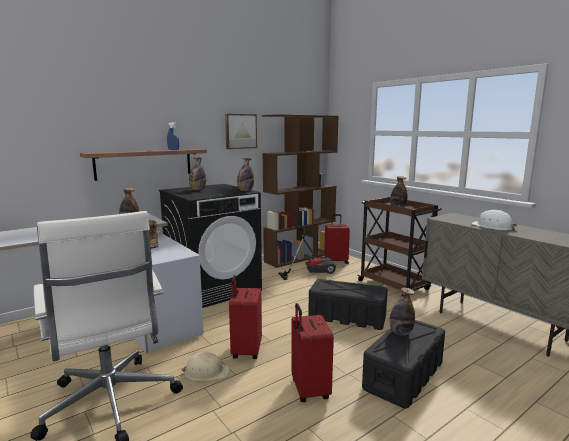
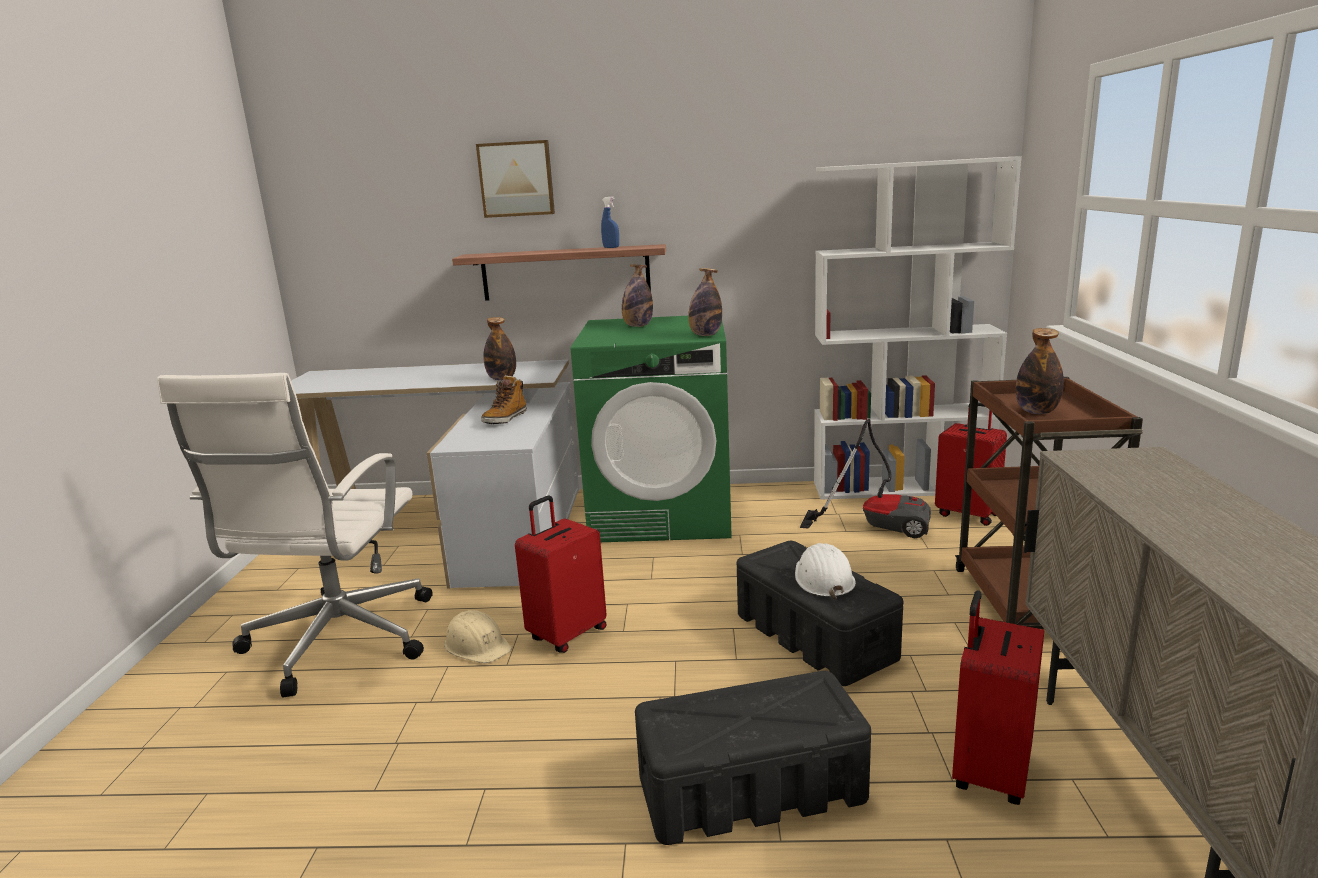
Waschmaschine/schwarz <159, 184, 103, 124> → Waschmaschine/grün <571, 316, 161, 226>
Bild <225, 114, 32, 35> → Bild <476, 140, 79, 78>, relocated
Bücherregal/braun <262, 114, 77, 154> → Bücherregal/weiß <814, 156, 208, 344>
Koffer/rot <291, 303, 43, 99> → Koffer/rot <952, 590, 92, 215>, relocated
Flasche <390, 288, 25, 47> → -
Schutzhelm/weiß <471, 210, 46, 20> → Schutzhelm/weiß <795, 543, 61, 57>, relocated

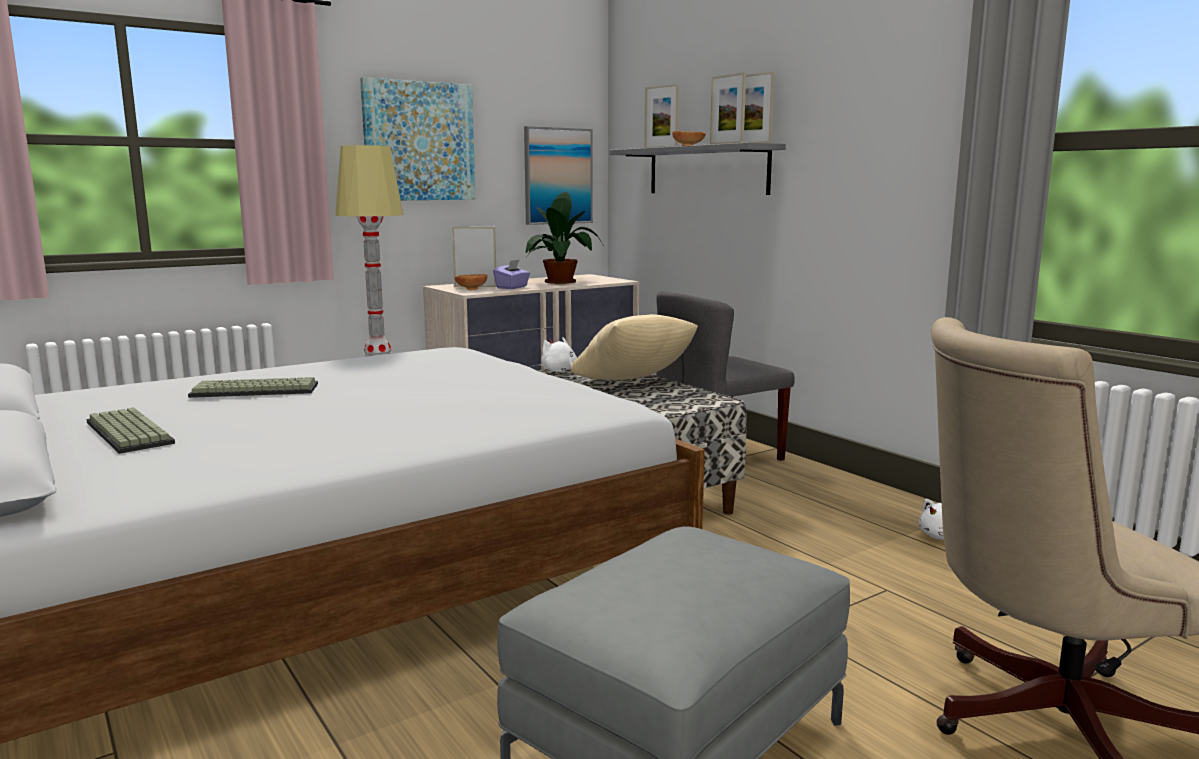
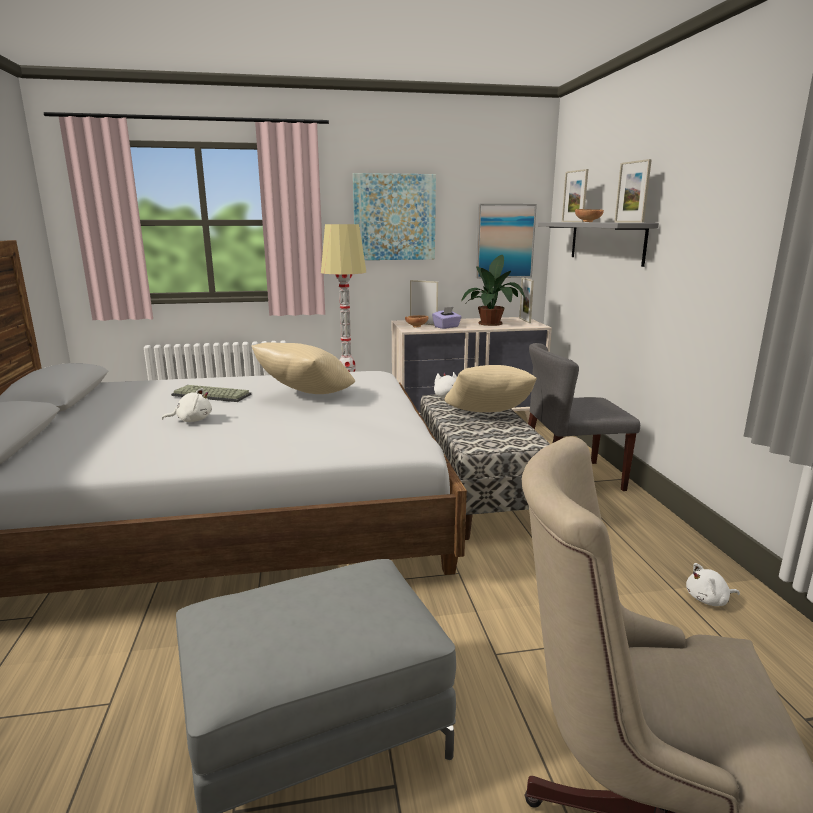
Tastatur <86, 408, 89, 46> → -
Bilderrahmen <710, 72, 36, 72> → Bilderrahmen <519, 277, 15, 46>, relocated
- → Plüschtier/weiß <162, 388, 50, 34>
- → Kissen/beige <251, 342, 104, 52>

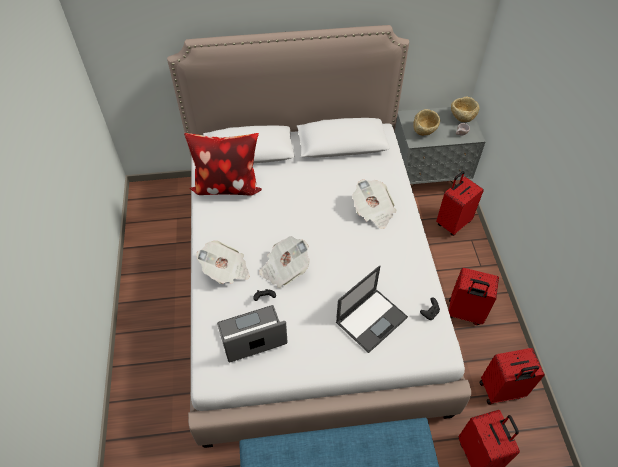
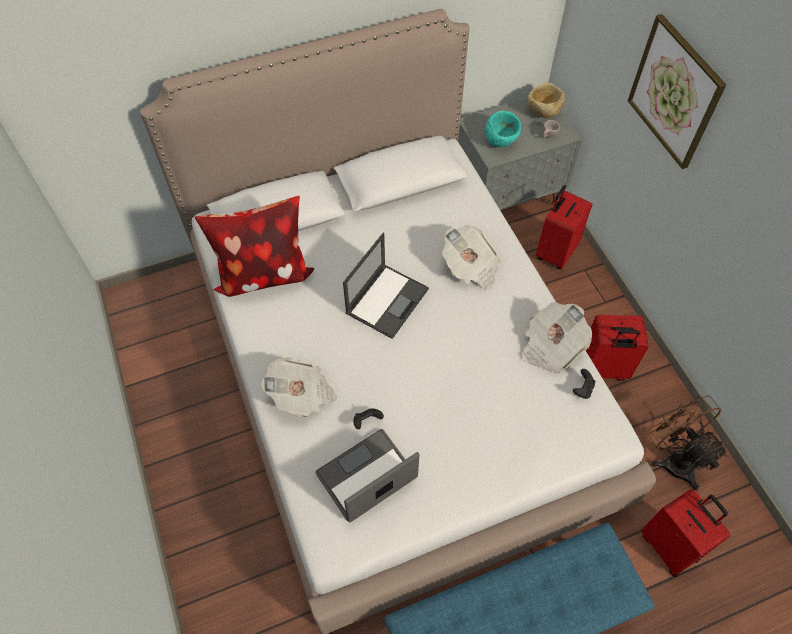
Zeitung <259, 236, 51, 52> → Zeitung <521, 302, 71, 72>, relocated
Laptop <336, 265, 72, 88> → Laptop <343, 233, 86, 106>, relocated
Schüssel/beige <413, 109, 27, 27> → Schüssel/türkis <486, 111, 35, 37>
Koffer/rot <479, 348, 66, 57> → Ventilator/braun <649, 395, 78, 96>
- → Bild <627, 14, 99, 155>

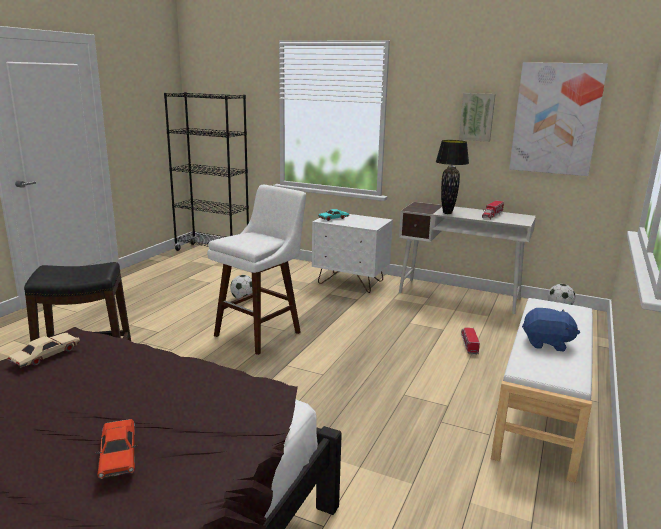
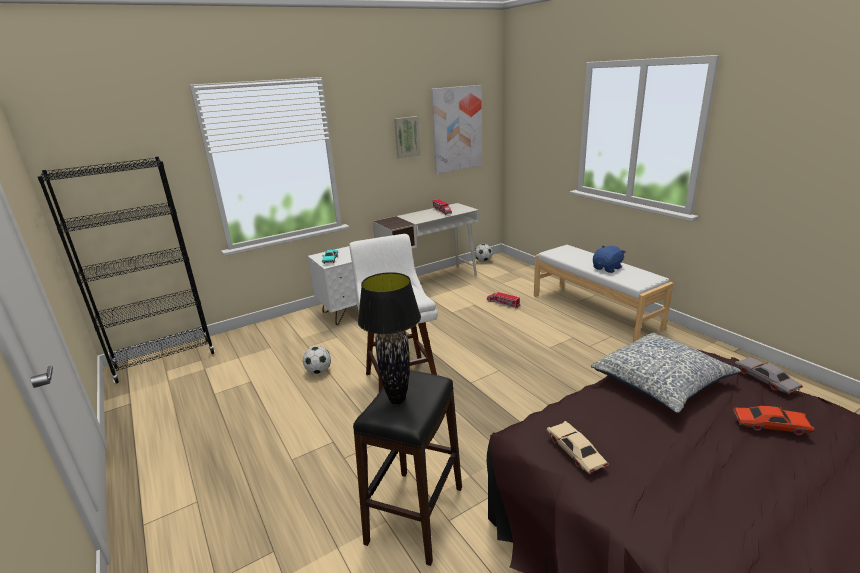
Tischlampe/schwarz <436, 140, 33, 74> → Tischlampe/schwarz <358, 272, 63, 132>, relocated
- → Kissen <591, 332, 150, 81>
- → Spielzeugauto/grau <735, 357, 68, 38>

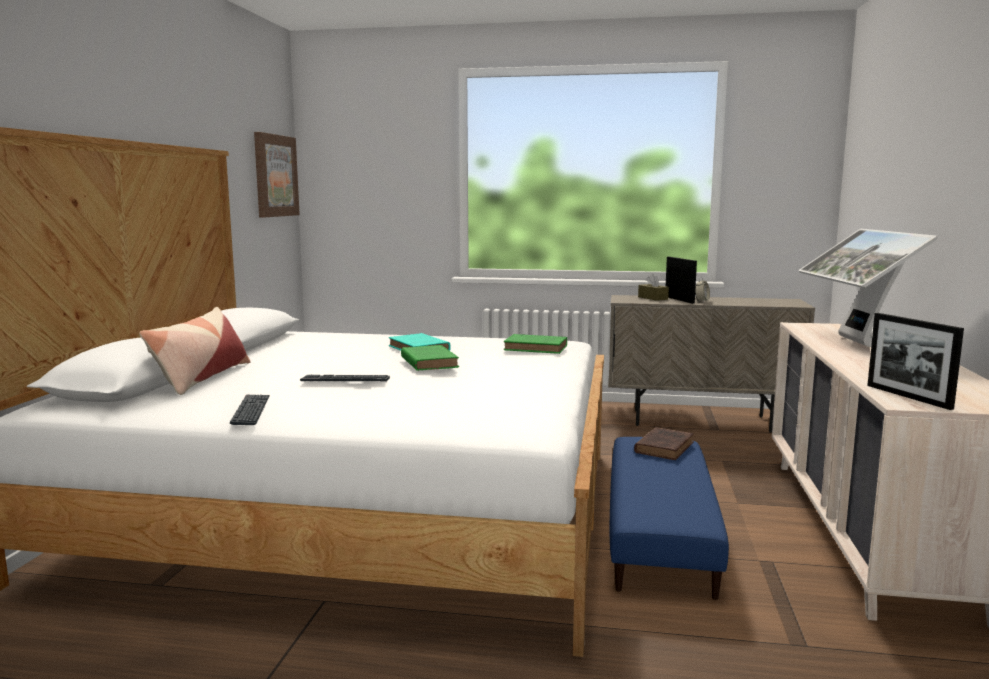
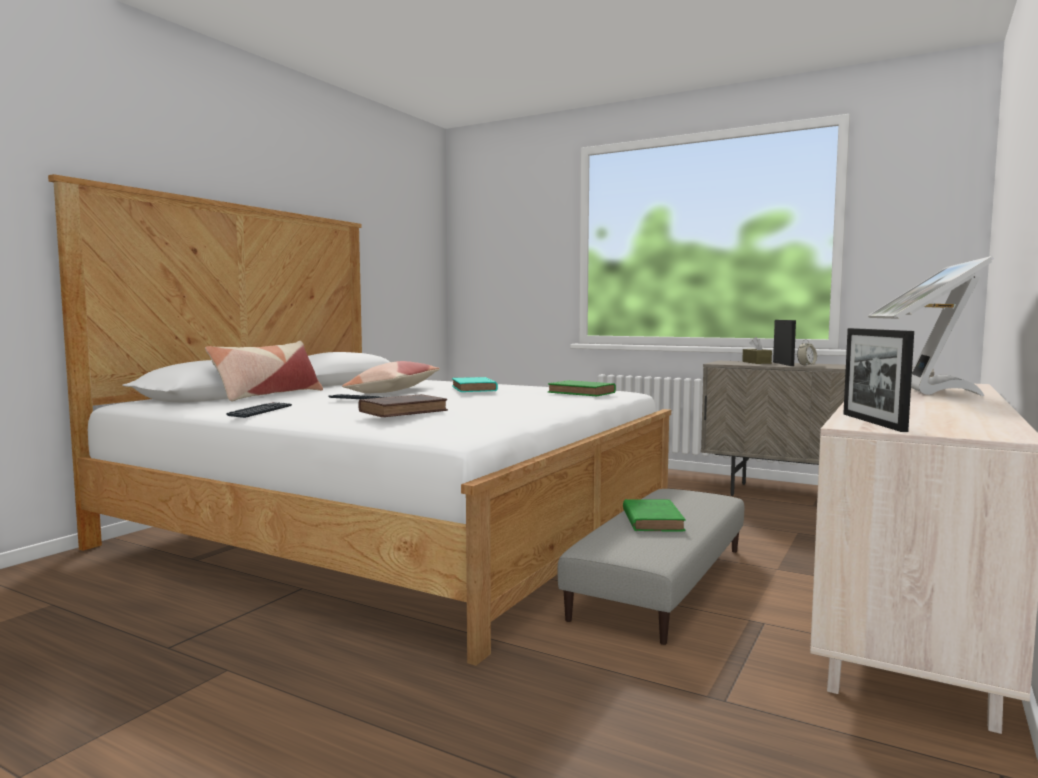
Bild <254, 132, 46, 85> → -
Buch/grün <401, 345, 58, 26> → Buch/grün <623, 499, 63, 33>, relocated
Polsterhocker/blau <610, 437, 119, 163> → Polsterhocker/grau <558, 489, 186, 156>
Buch/braun <634, 427, 60, 33> → Buch/braun <359, 394, 89, 23>, relocated
- → Kissen <342, 361, 98, 32>

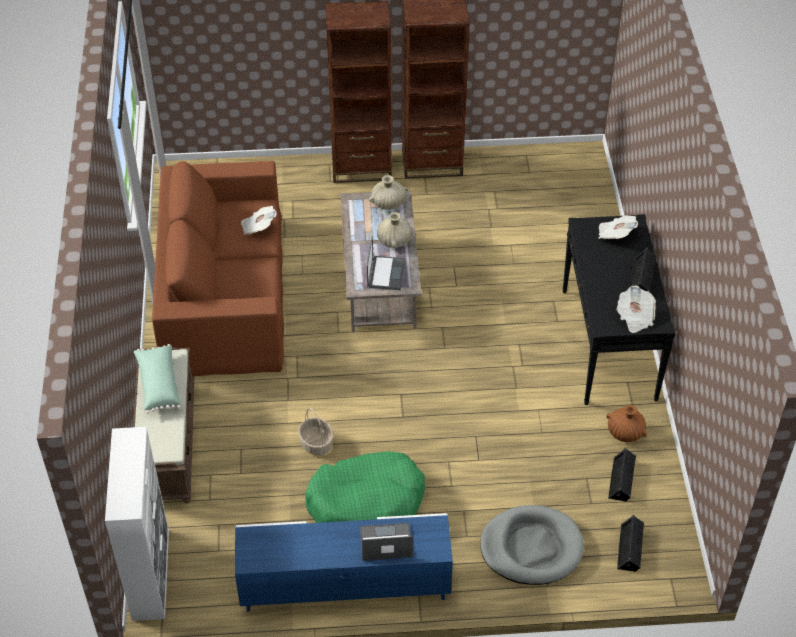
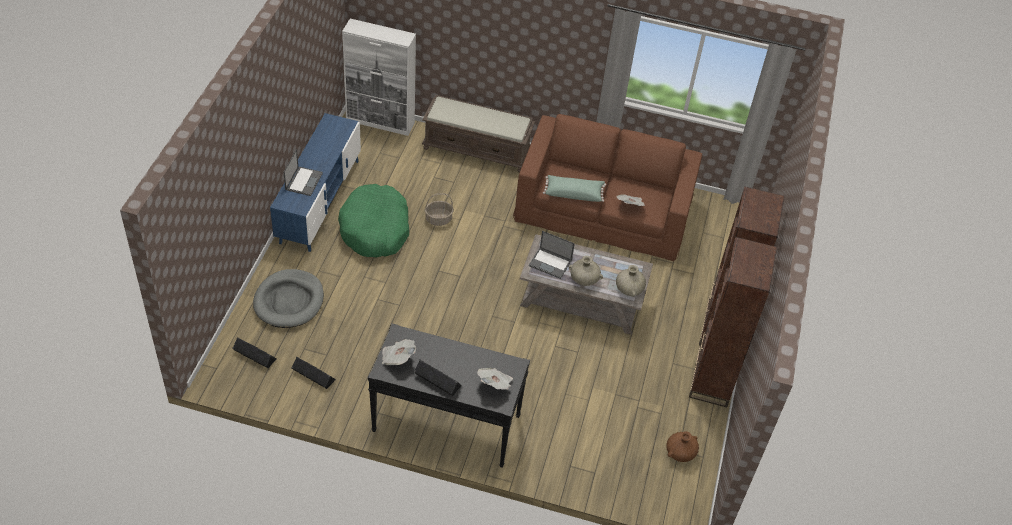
Kissen/grün <134, 344, 47, 69> → Kissen/grün <543, 175, 63, 27>, relocated
Vase/braun <607, 405, 40, 37> → Vase/braun <666, 431, 33, 31>, relocated

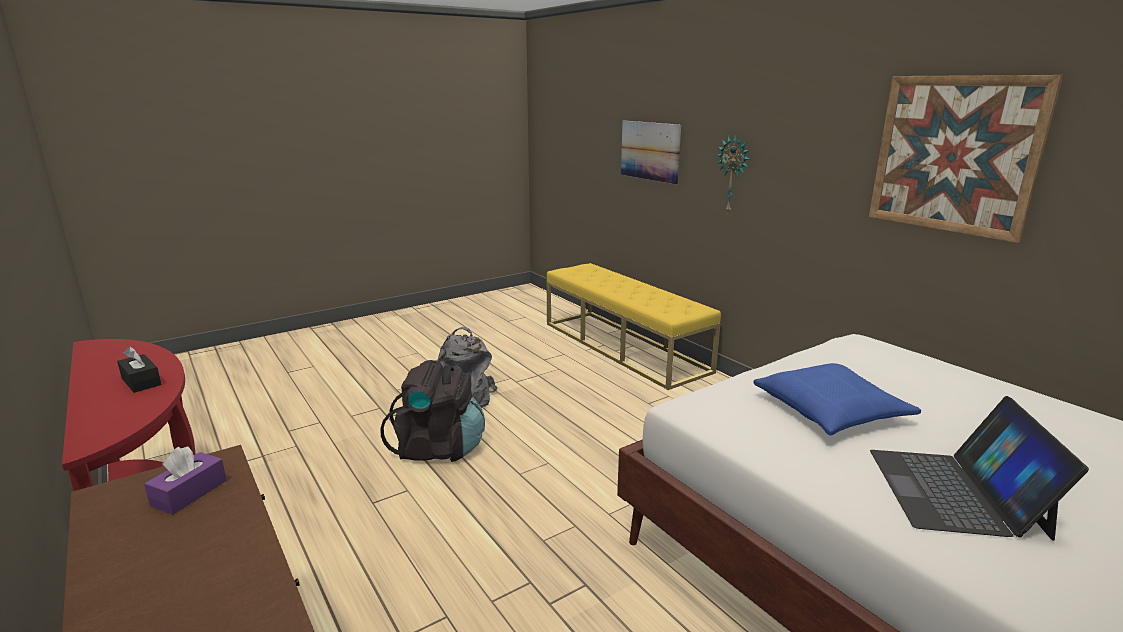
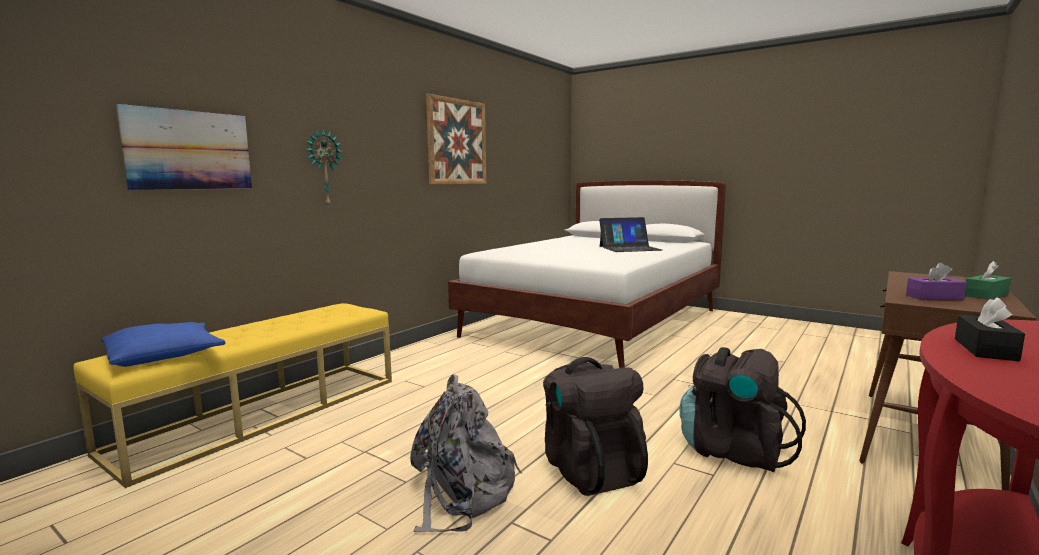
Kissen/blau <753, 363, 168, 72> → Kissen/blau <101, 322, 124, 45>, relocated
- → Rucksack/schwarz <680, 347, 126, 125>
- → Taschentuchbox/grün <965, 261, 46, 39>

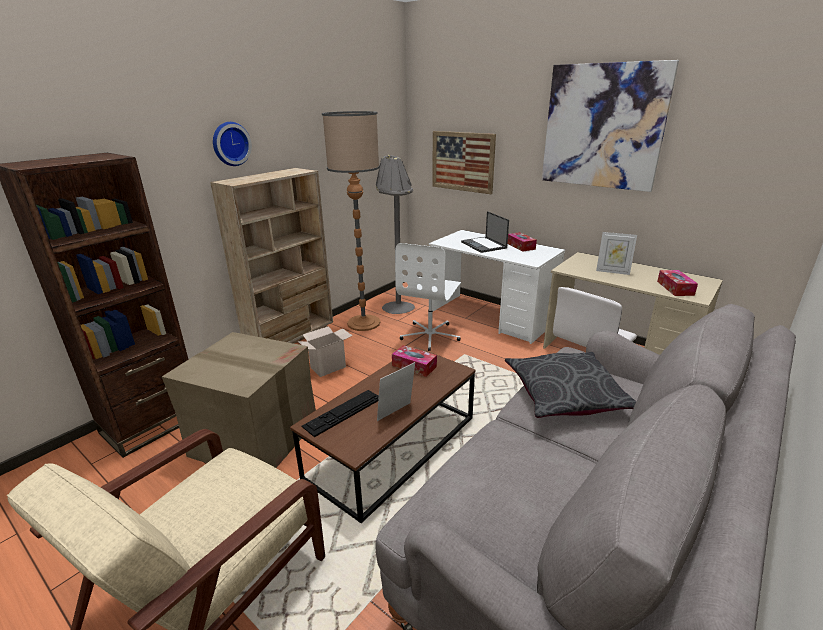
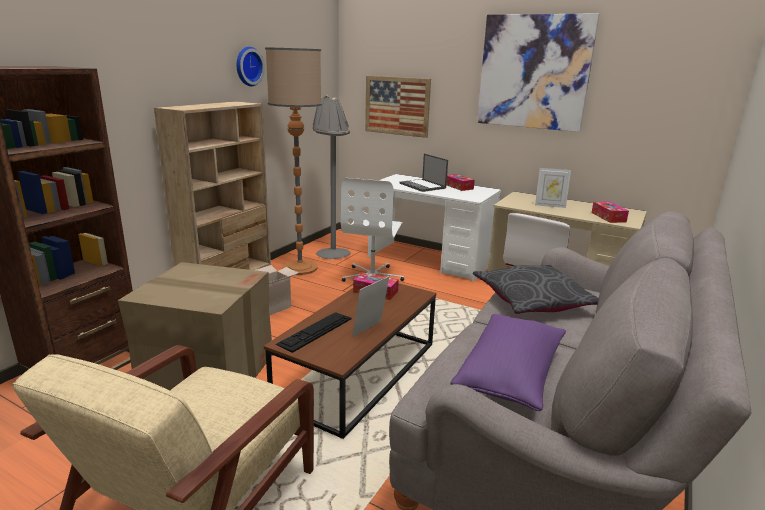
Wanduhr <213, 122, 39, 44> → Wanduhr <236, 47, 29, 39>, relocated
- → Kissen/lila <451, 314, 115, 97>

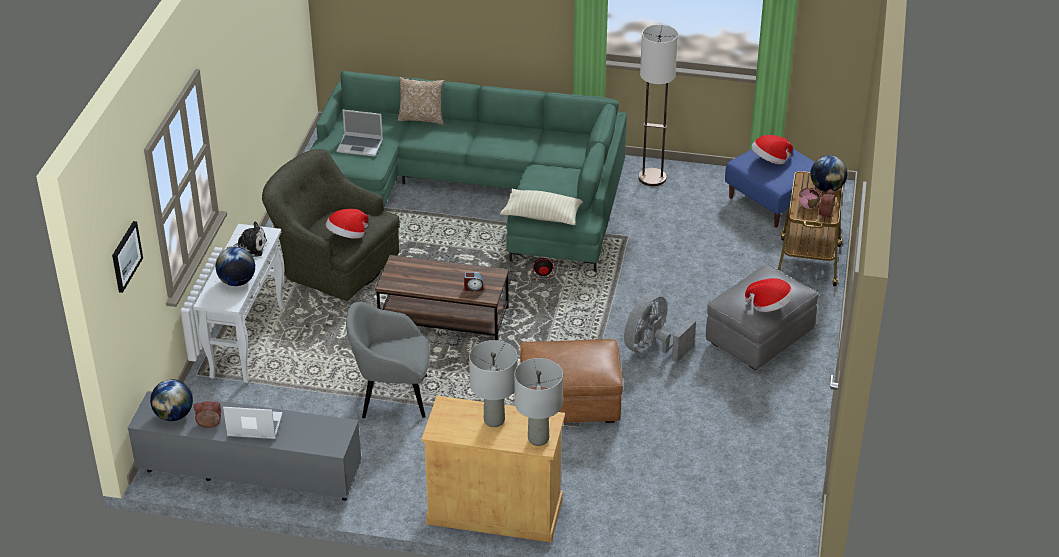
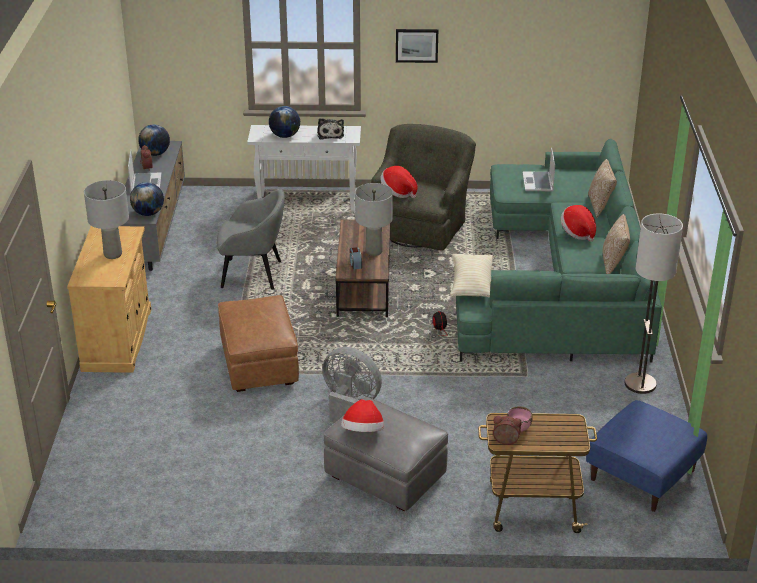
Bild <112, 221, 31, 72> → Bild <396, 29, 42, 34>, relocated
Sessel/grau <346, 302, 84, 116> → Sessel/grau <216, 189, 69, 101>, 105 degrees clockwise
Tischlampe/grau <514, 358, 49, 88> → Tischlampe/grau <355, 183, 38, 73>, relocated
Hut <751, 135, 42, 29> → Hut <561, 205, 35, 37>, relocated
Globus <810, 155, 37, 37> → Globus <130, 182, 34, 34>, relocated
- → Kissen <603, 214, 27, 60>

